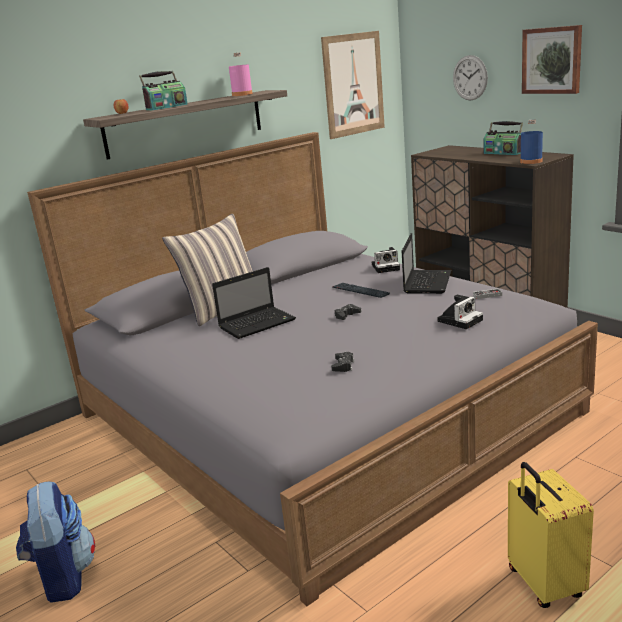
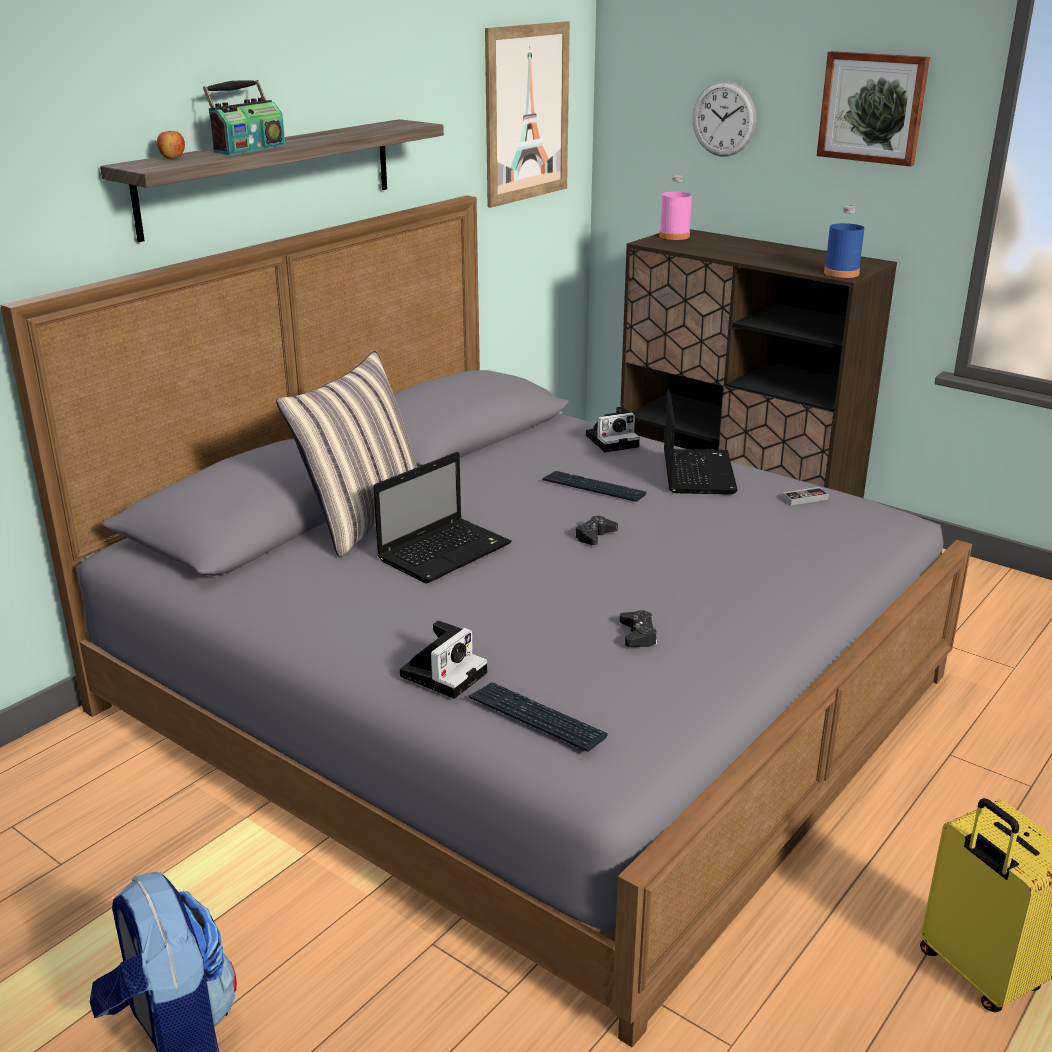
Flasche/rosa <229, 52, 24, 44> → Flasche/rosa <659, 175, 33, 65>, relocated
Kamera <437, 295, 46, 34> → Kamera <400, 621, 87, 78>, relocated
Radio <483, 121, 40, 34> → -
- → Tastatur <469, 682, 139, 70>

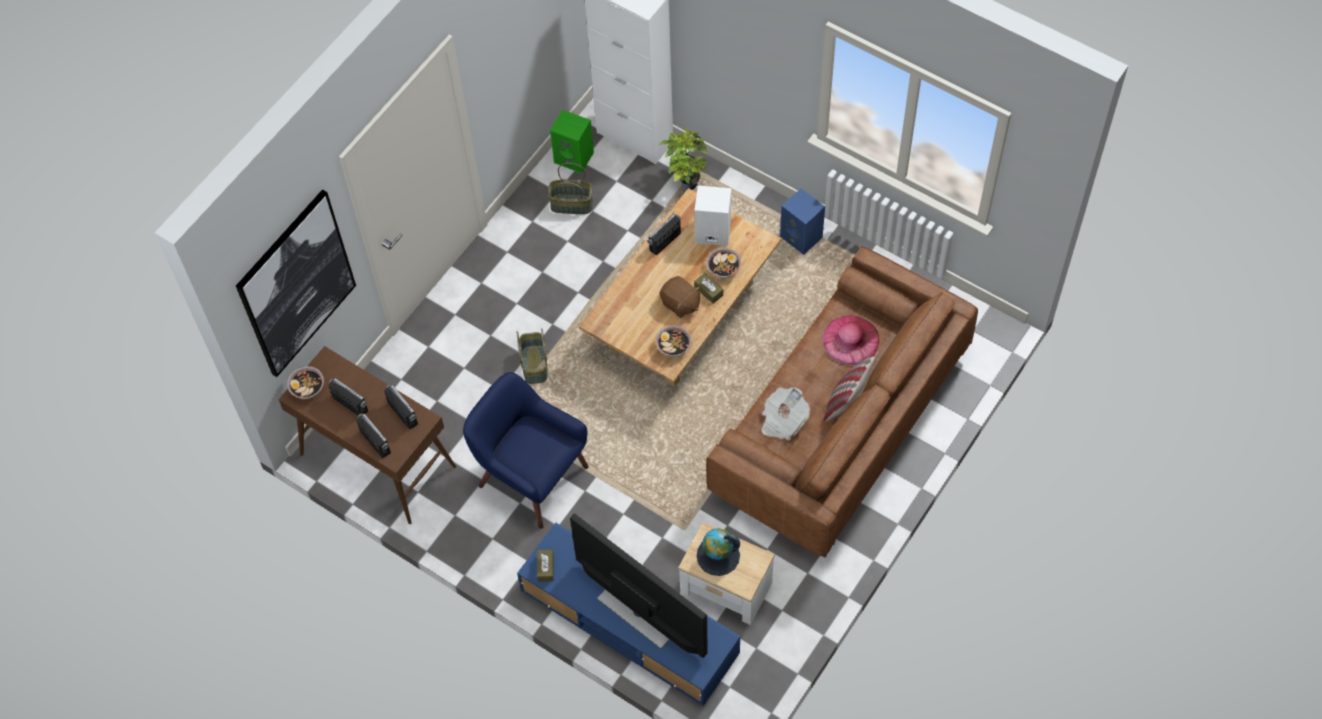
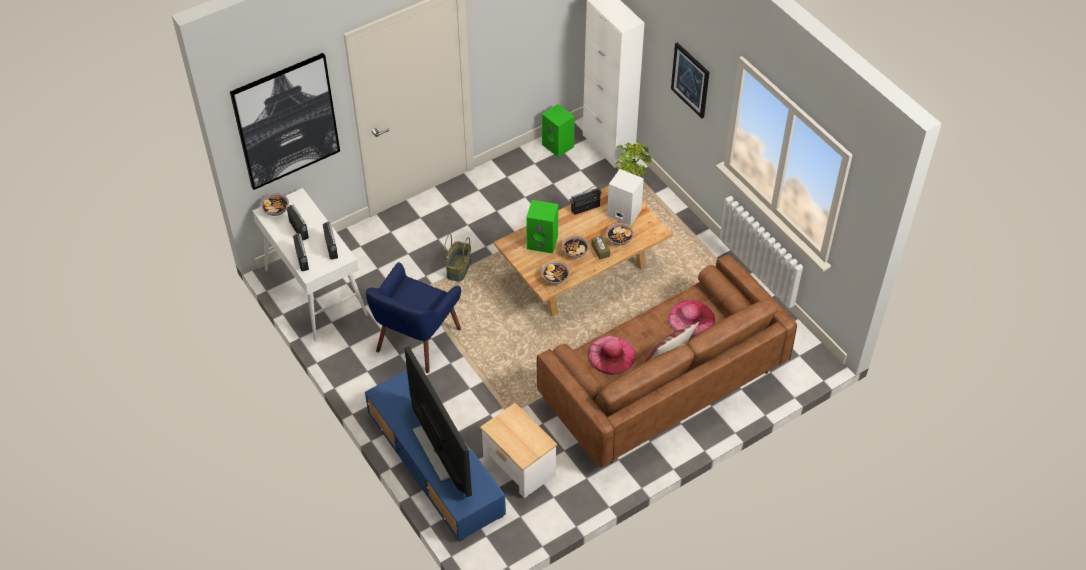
Konsolentisch/braun <278, 346, 178, 178> → Konsolentisch/weiß <253, 188, 115, 153>
Sessel/blau <463, 372, 126, 157> → Sessel/blau <366, 262, 95, 111>, 120 degrees counterclockwise
Taschentuchbox/braun <537, 550, 17, 32> → -
Korb <548, 163, 45, 51> → -
Plüschtier/braun <659, 276, 41, 42> → Schüssel <561, 235, 28, 23>
Globus <696, 528, 44, 48> → -
Zeitung <761, 387, 49, 53> → Hut/rosa <588, 336, 47, 39>
Lautsprecher/blau <780, 188, 45, 67> → -
- → Lautsprecher/grün <526, 200, 32, 54>
- → Bild <671, 42, 38, 76>

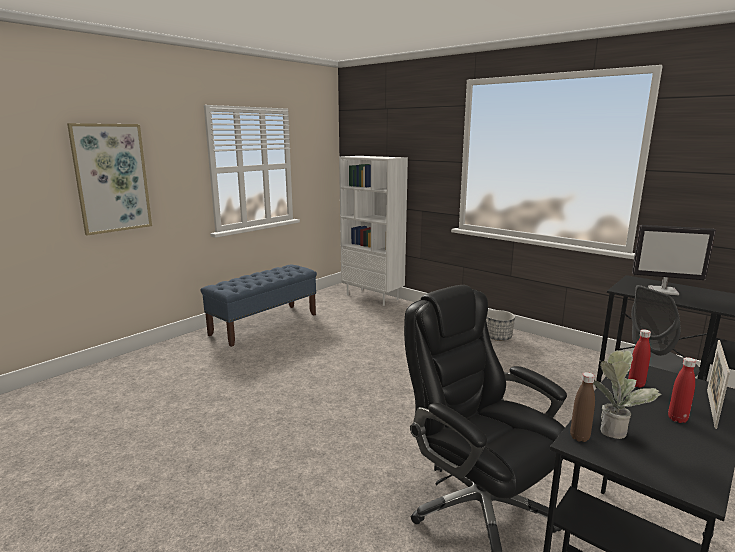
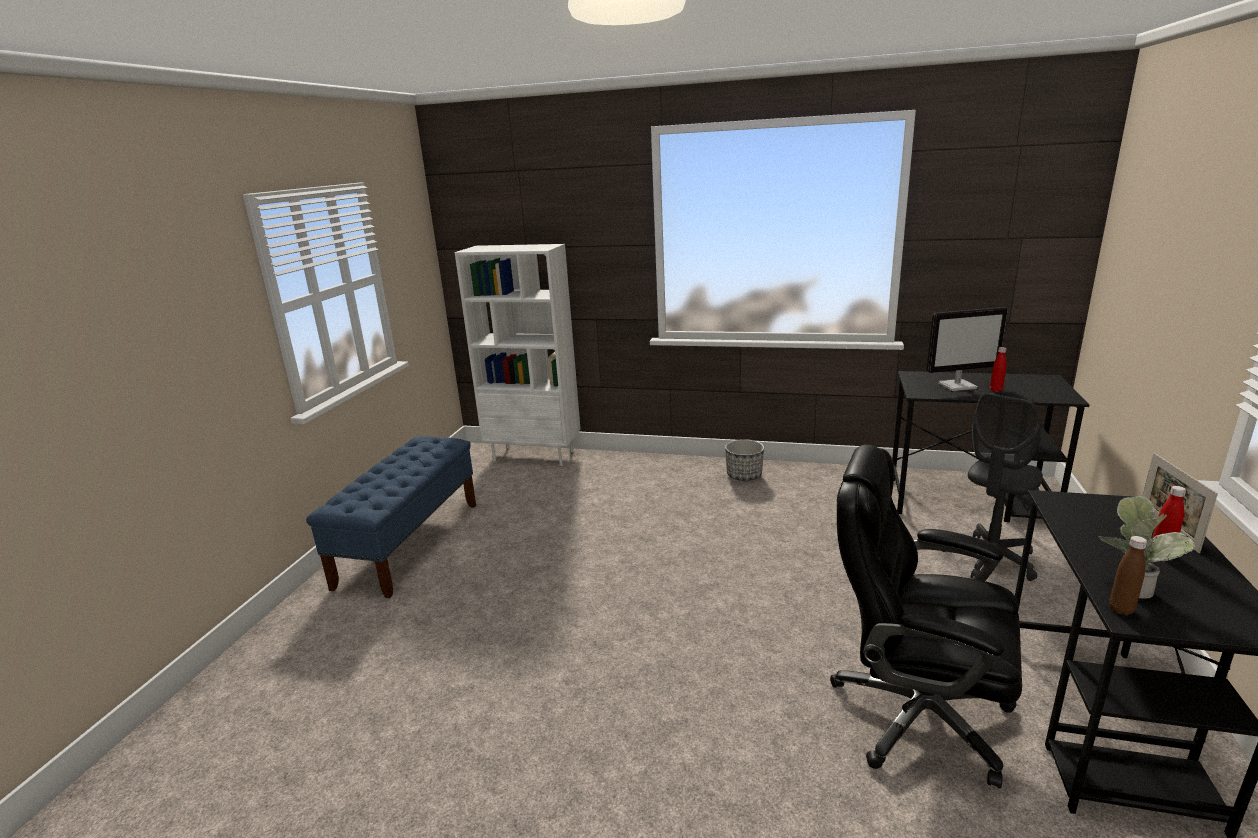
Bild <67, 123, 85, 112> → -
Flasche/rot <628, 329, 23, 59> → Flasche/rot <990, 347, 17, 45>, relocated

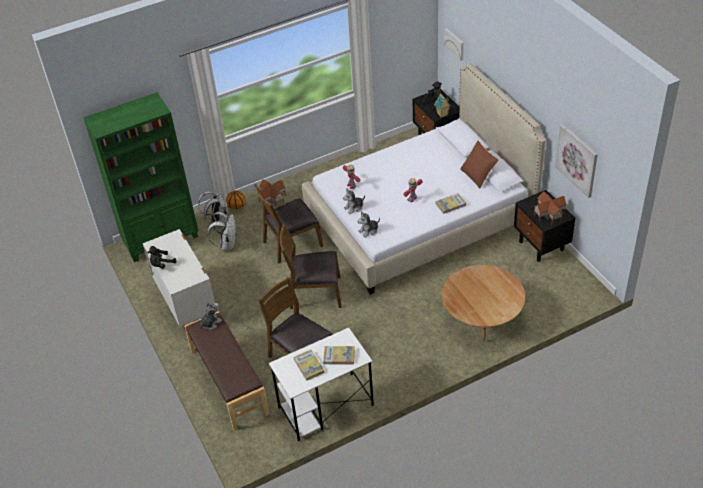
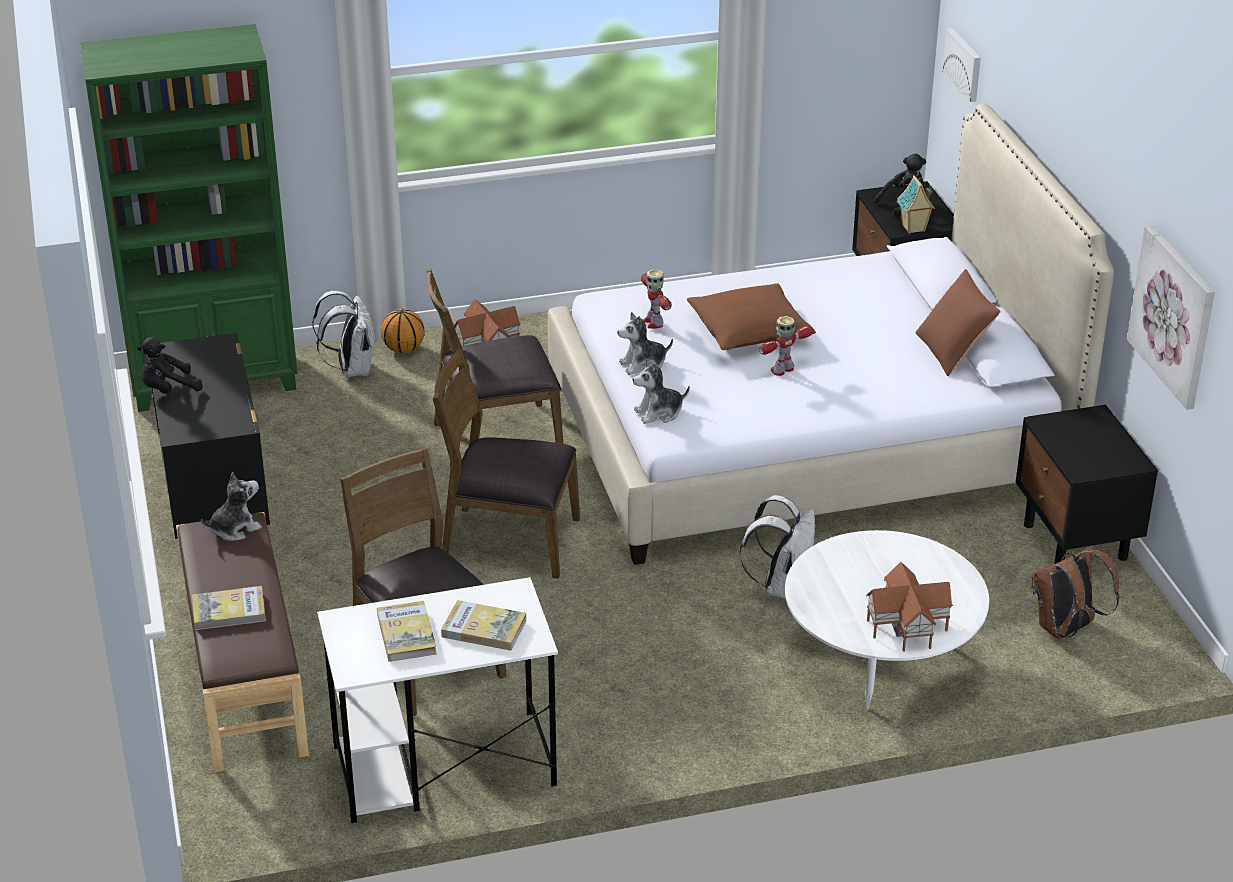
Kommode/weiß <143, 229, 72, 103> → Kommode/schwarz <152, 333, 118, 206>
Rucksack/weiß <207, 212, 29, 38> → Rucksack/weiß <740, 495, 75, 104>, relocated
Buch <436, 193, 30, 21> → Buch <192, 586, 74, 44>, relocated
Couchtisch/braun <442, 265, 83, 77> → Couchtisch/weiß <785, 530, 204, 179>
Spielzeughaus <534, 191, 33, 34> → Spielzeughaus <866, 562, 87, 90>, relocated
- → Kissen/braun <687, 283, 129, 67>
- → Rucksack/braun <1032, 547, 87, 92>

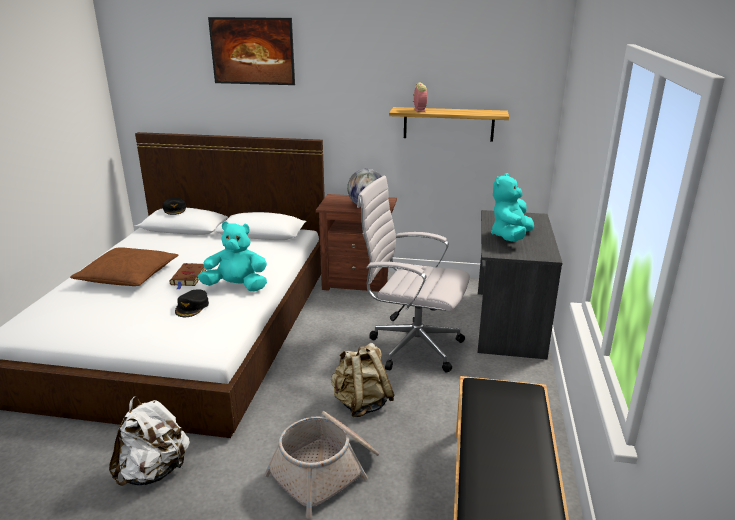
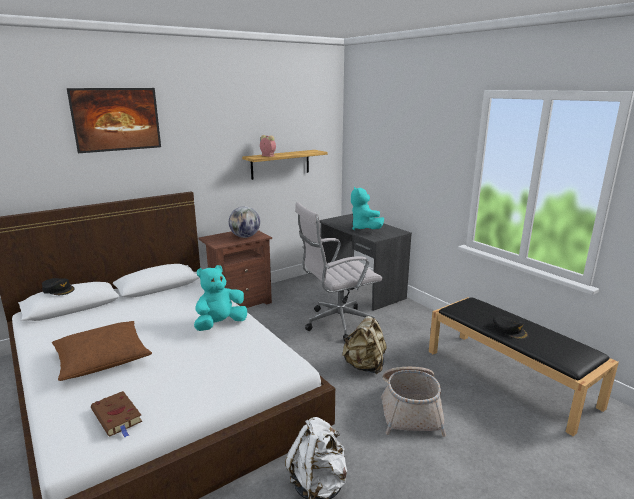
Buch/braun <169, 263, 38, 27> → Buch/braun <91, 391, 51, 46>, relocated
Kappe/schwarz <175, 289, 34, 28> → Kappe/schwarz <493, 316, 35, 24>, relocated

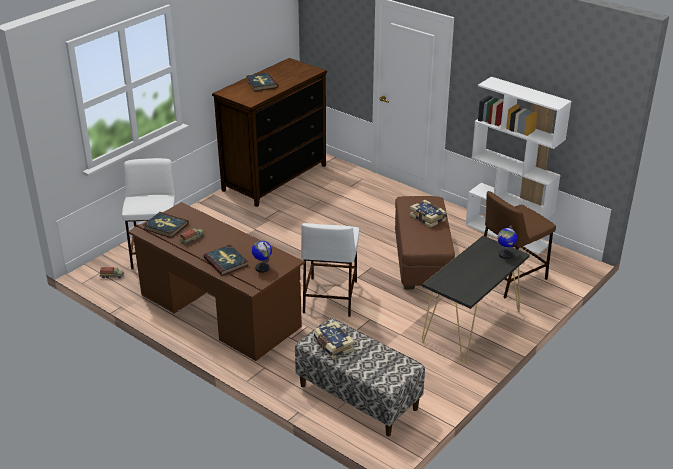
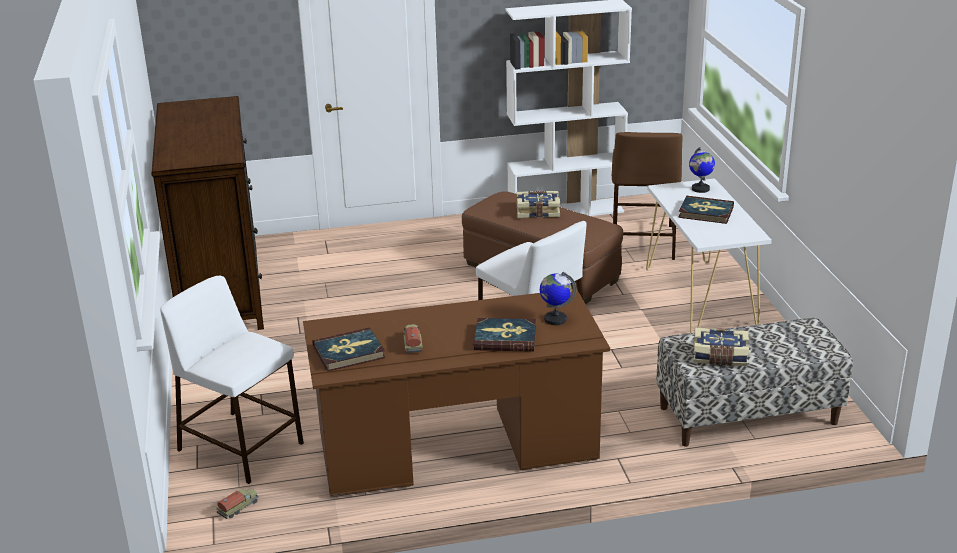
Buch <246, 72, 32, 19> → Buch <678, 196, 56, 28>, relocated
Konsolentisch/schwarz <422, 236, 108, 127> → Konsolentisch/weiß <646, 178, 126, 155>

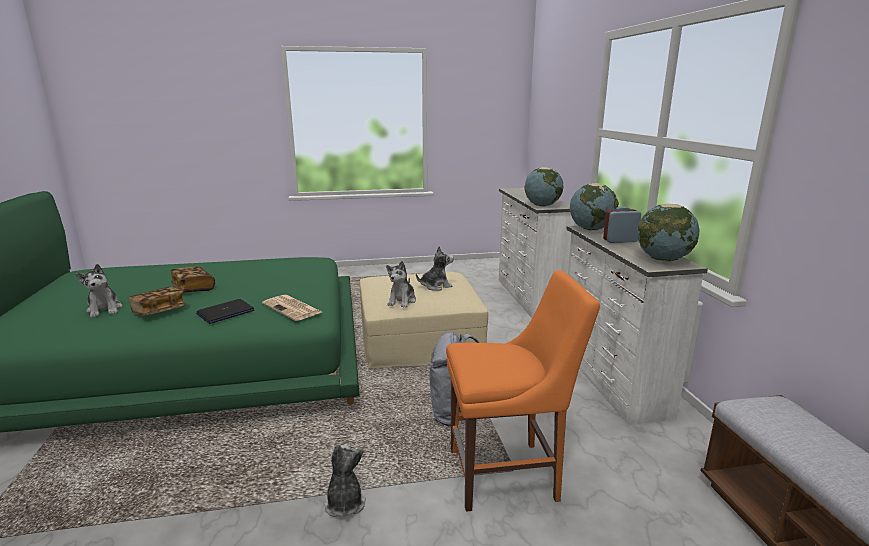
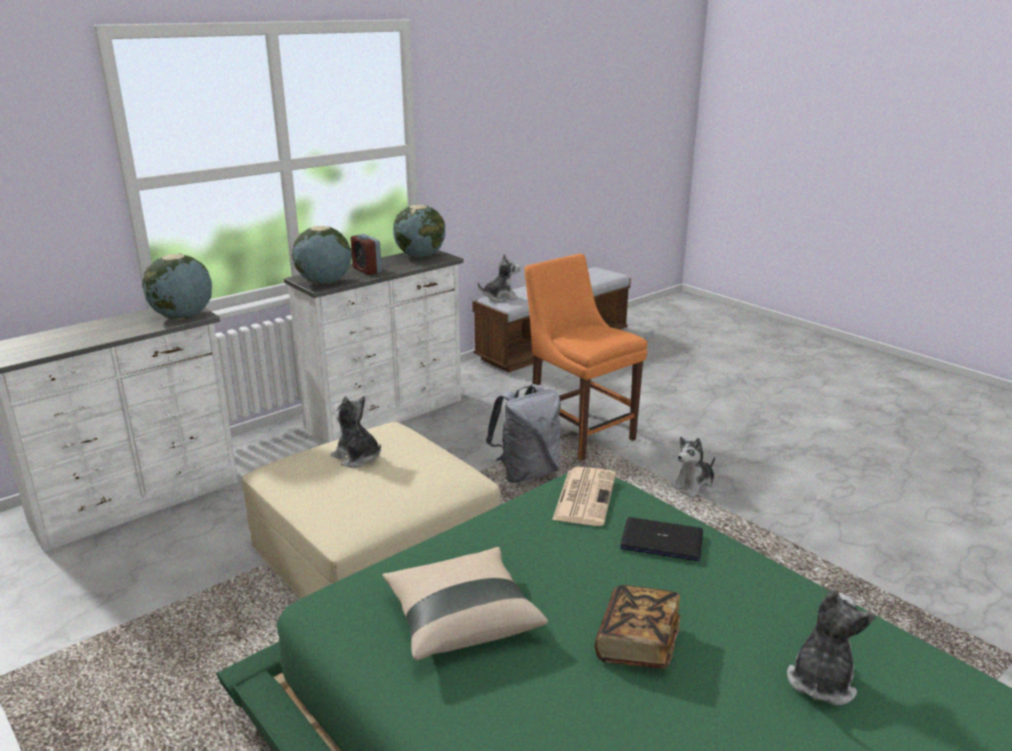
Buch <128, 286, 58, 30> → -
Plüschtier <386, 261, 30, 47> → Plüschtier <478, 254, 42, 48>, relocated
- → Kissen/beige <382, 547, 166, 113>

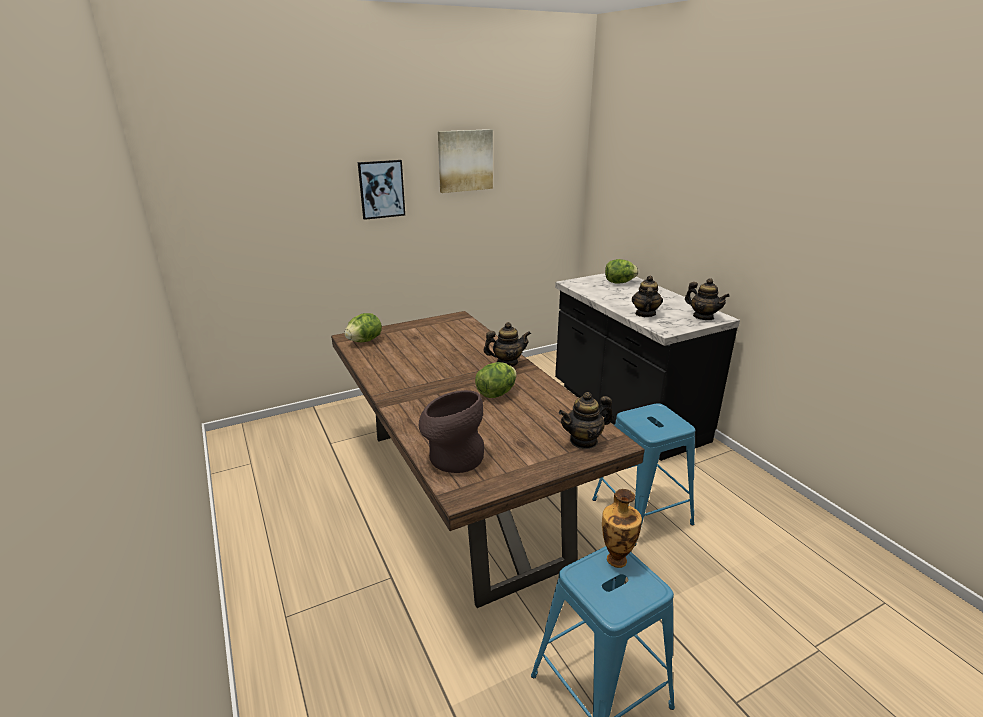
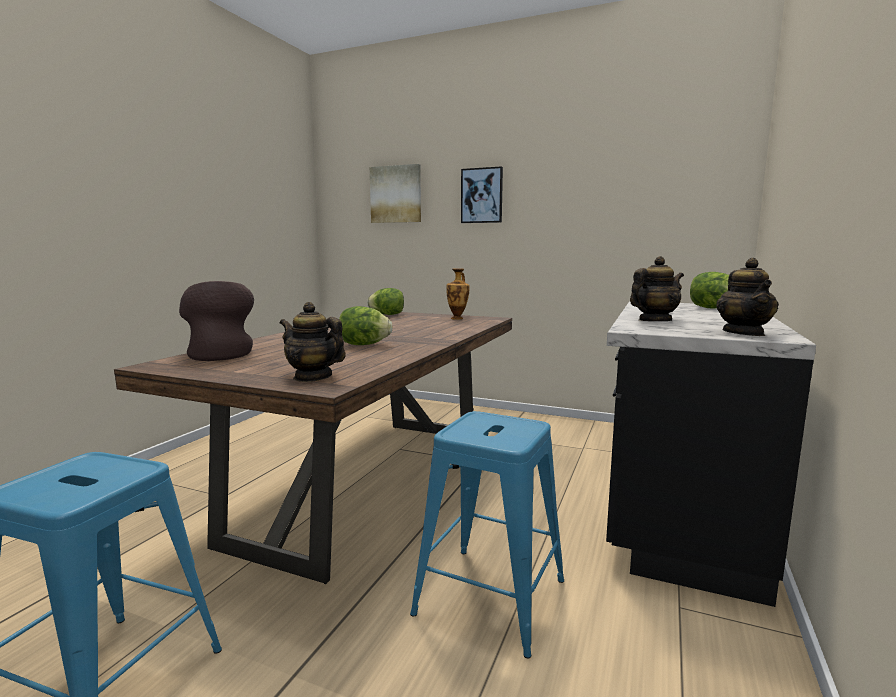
Bild <438, 129, 55, 64> → Bild <370, 164, 51, 59>, relocated
Teekanne <483, 322, 48, 44> → -
Vase <602, 489, 40, 79> → Vase <447, 268, 23, 52>, relocated

